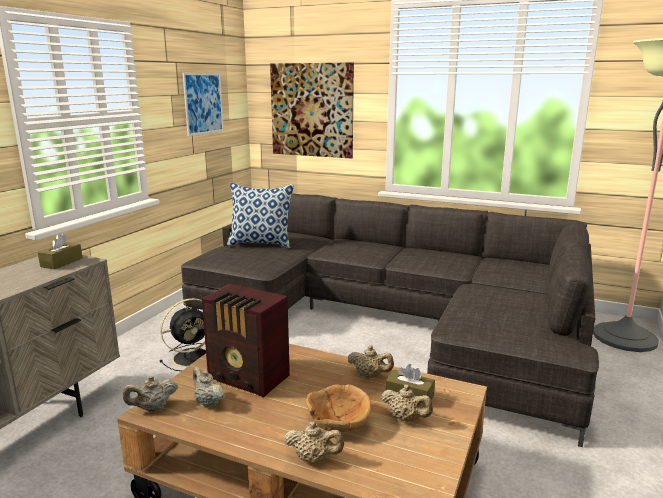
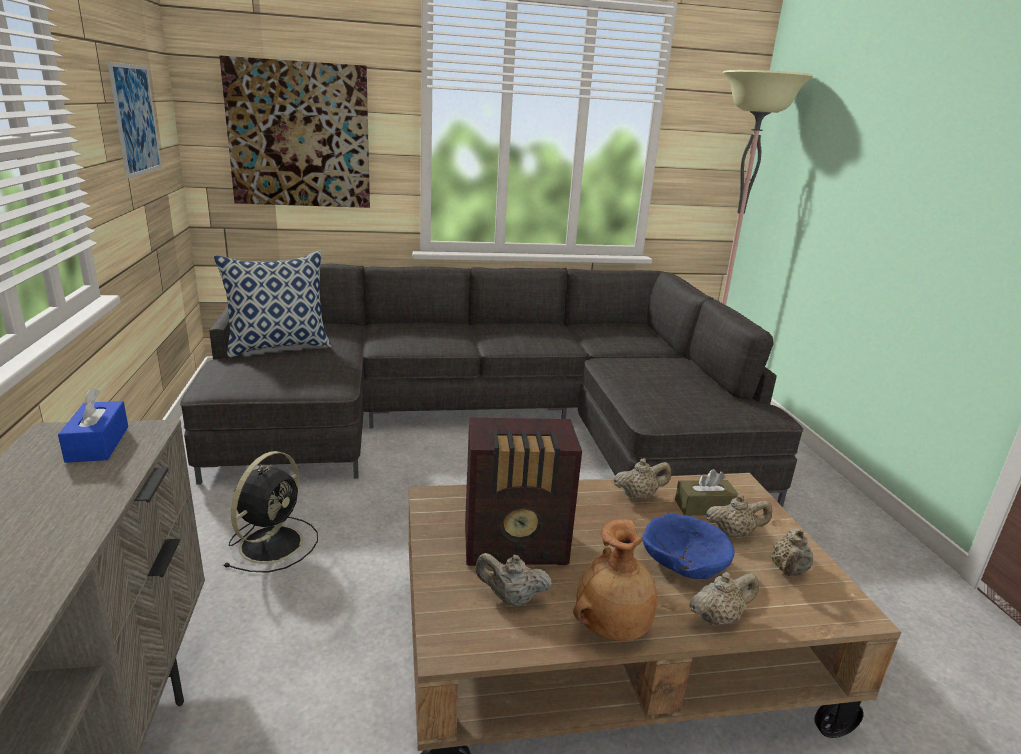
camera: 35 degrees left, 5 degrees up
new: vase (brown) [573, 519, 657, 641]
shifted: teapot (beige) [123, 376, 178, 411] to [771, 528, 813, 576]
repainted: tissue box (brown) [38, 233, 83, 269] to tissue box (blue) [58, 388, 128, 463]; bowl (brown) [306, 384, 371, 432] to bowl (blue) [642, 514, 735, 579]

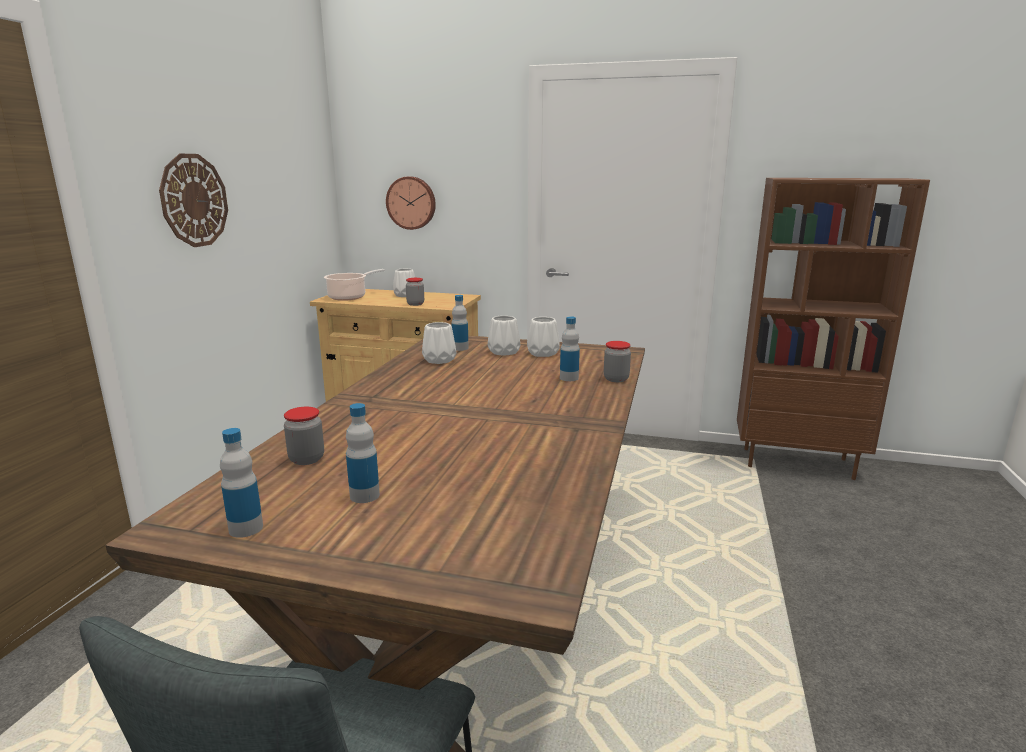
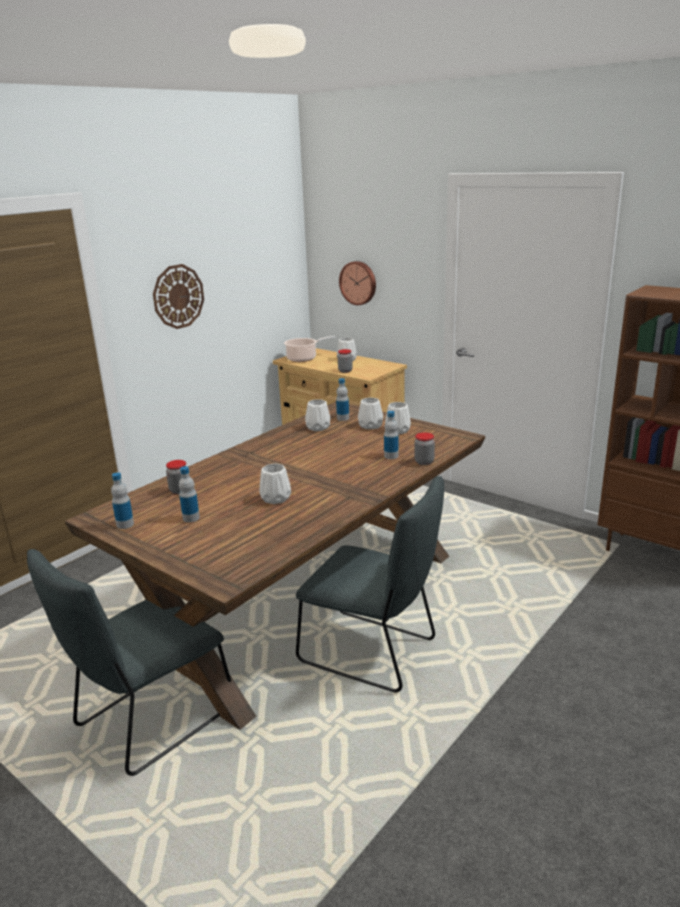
camera: 25 degrees right, 5 degrees up
new: vase (white) [259, 464, 291, 504]; chair (grey) [296, 476, 444, 692]

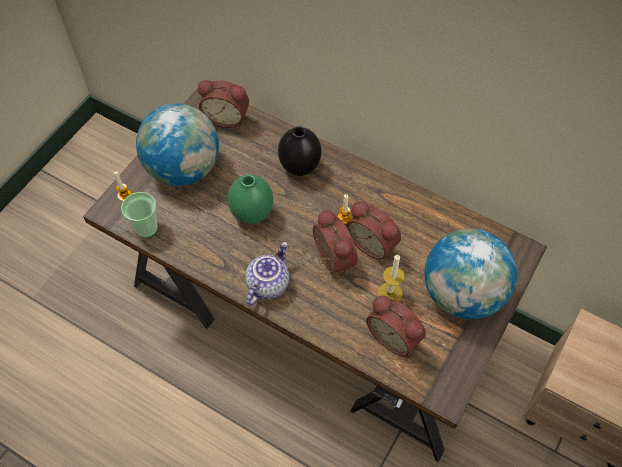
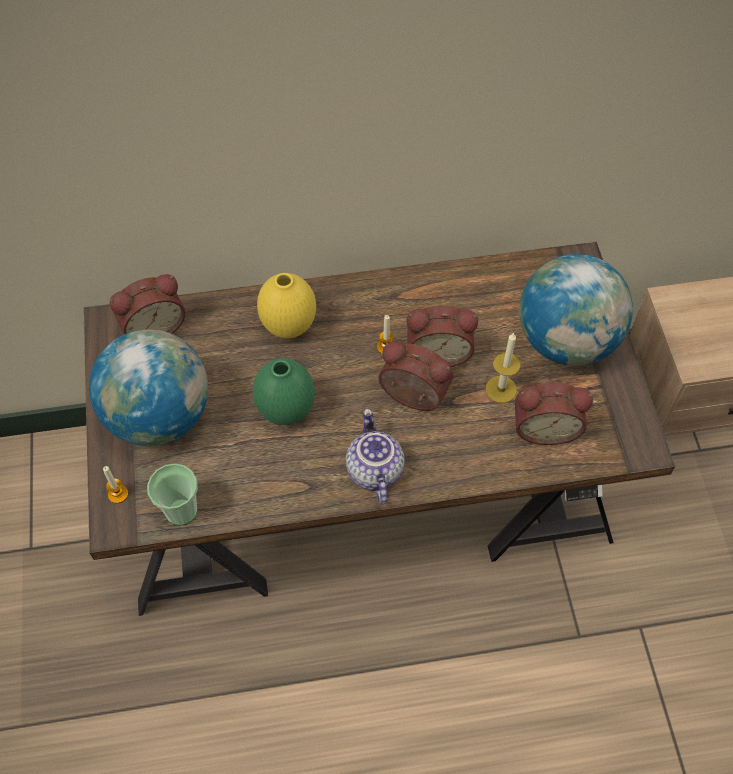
camera: 40 degrees left, 0 degrees up
repainted: vase (black) [278, 126, 321, 176] to vase (yellow) [257, 273, 316, 338]

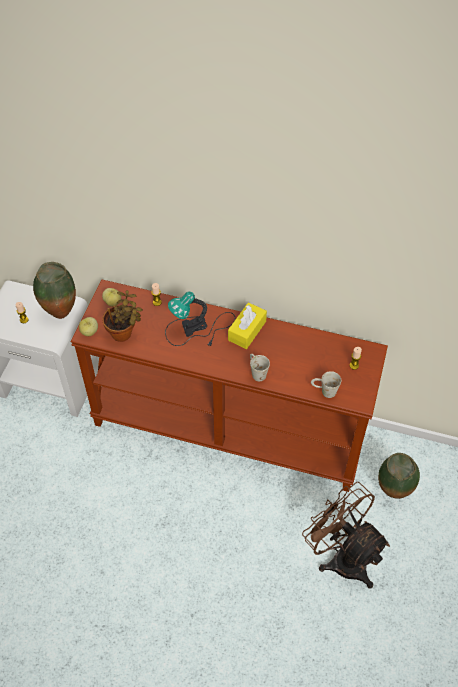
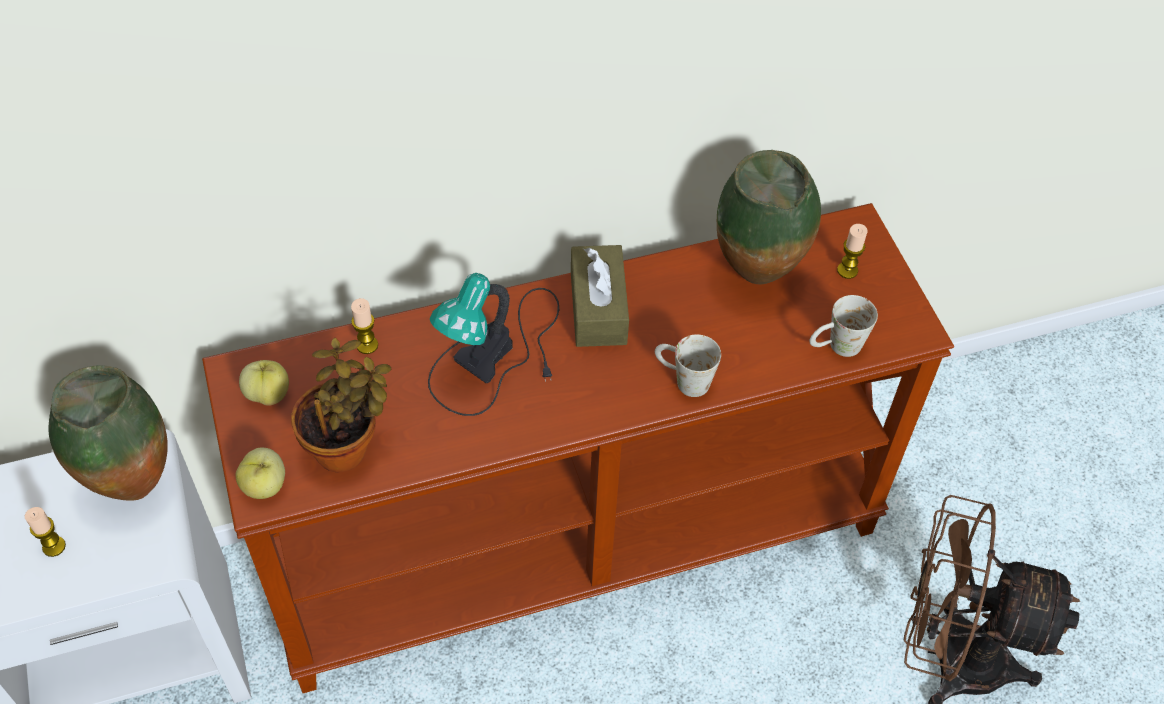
camera: 35 degrees left, 0 degrees up
shifted: vase [378, 453, 420, 499] to [717, 150, 821, 284]
repainted: tissue box (yellow) [228, 302, 267, 349] to tissue box (brown) [571, 245, 629, 347]

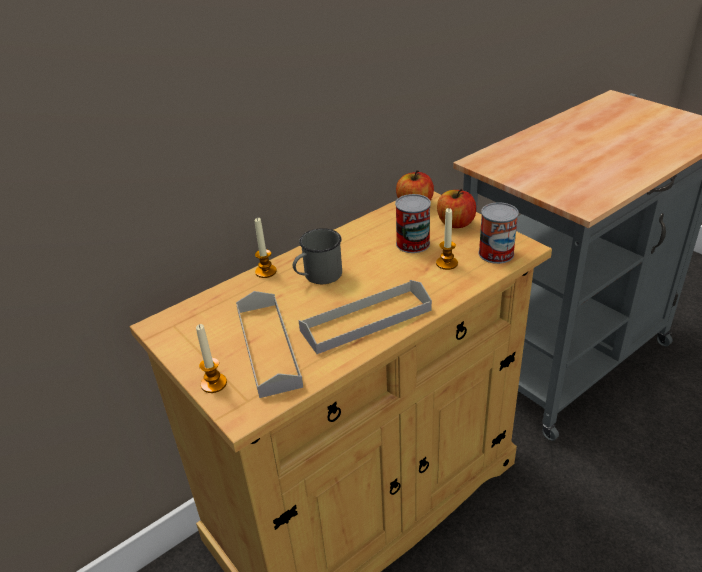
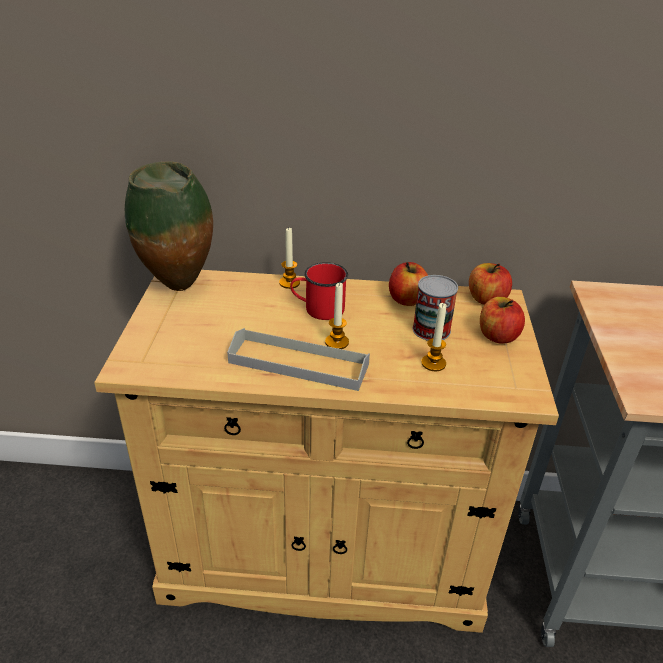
camera: 40 degrees right, 0 degrees up
gone: can [479, 202, 519, 264]; tray (grey) [236, 291, 303, 398]
new: vase [125, 161, 213, 291]; apple [389, 262, 428, 306]
shifted: candle [196, 324, 227, 393] to [325, 282, 349, 349]
repainted: mug (grey) [293, 228, 342, 284] to mug (red) [290, 262, 348, 320]

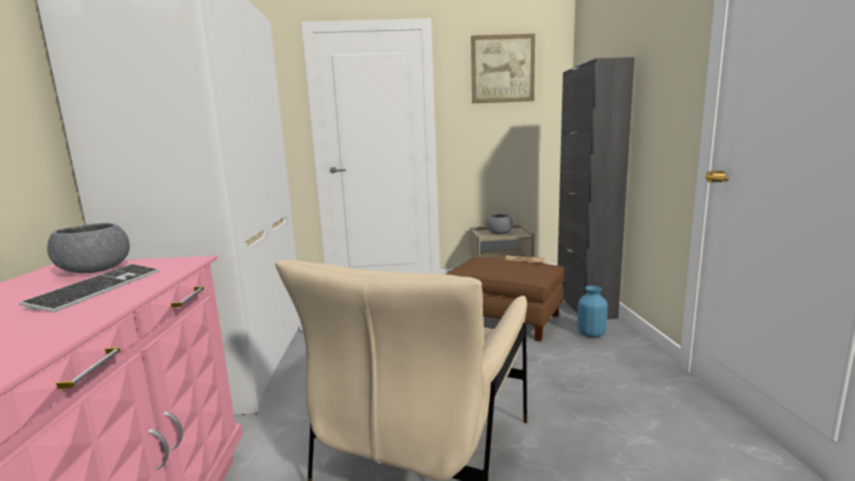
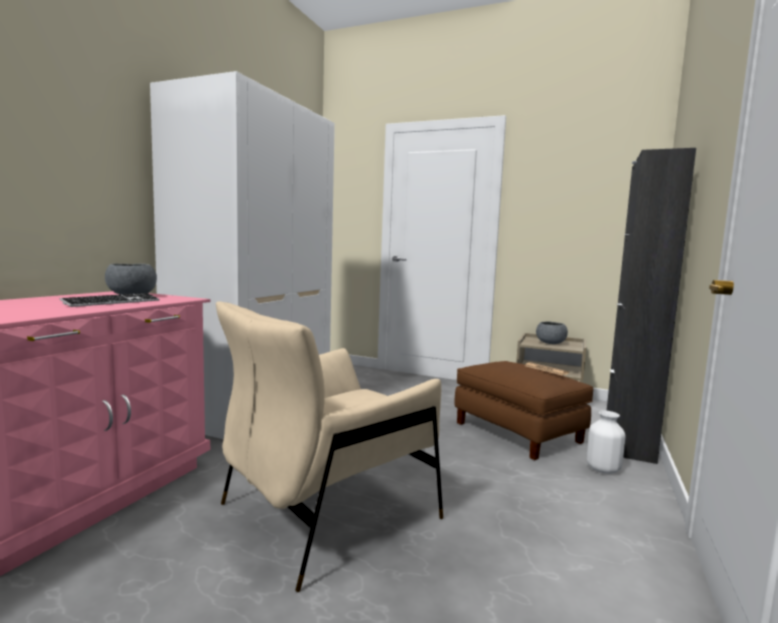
camera: 25 degrees right, 5 degrees down
gone: picture [471, 34, 535, 103]
repainted: vase (blue) [577, 286, 608, 338] to vase (white) [587, 410, 625, 474]

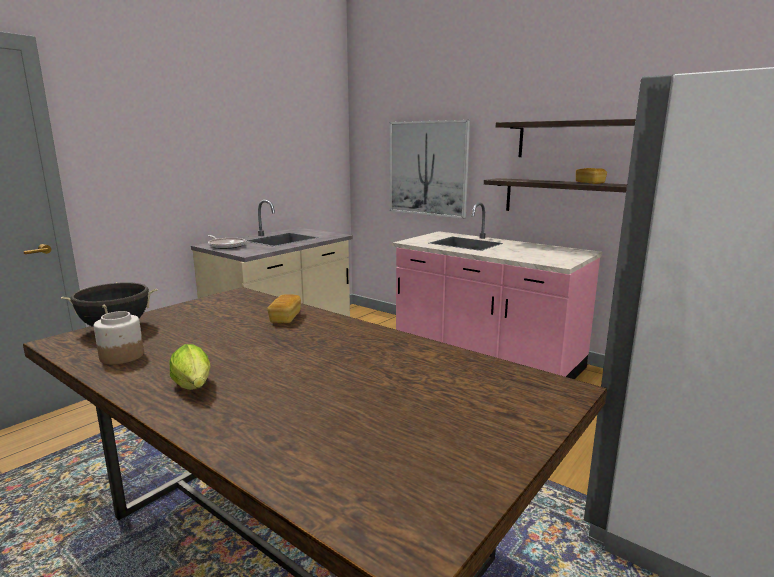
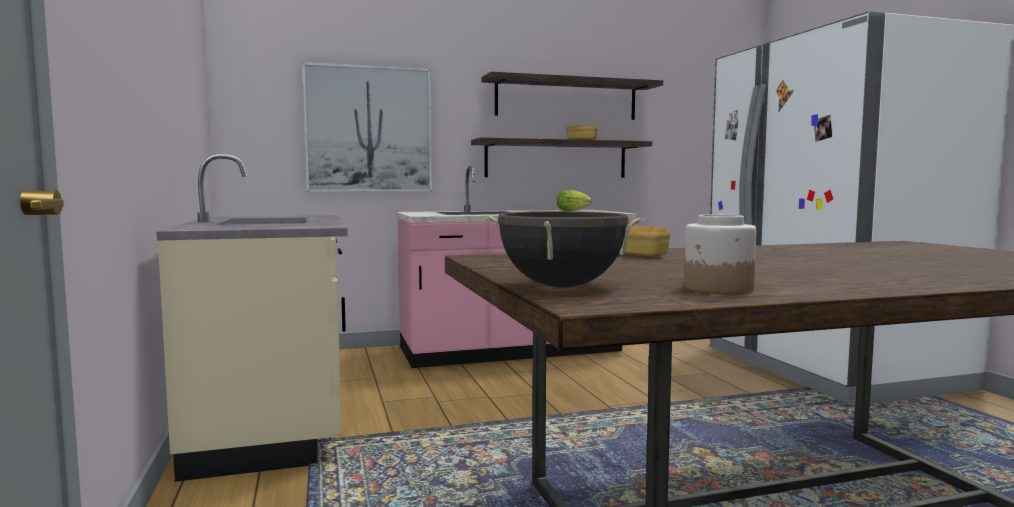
camera: 55 degrees left, 10 degrees down
gone: frying pan [208, 235, 245, 249]
shifted: lettuce [169, 344, 211, 390] to [557, 190, 592, 211]

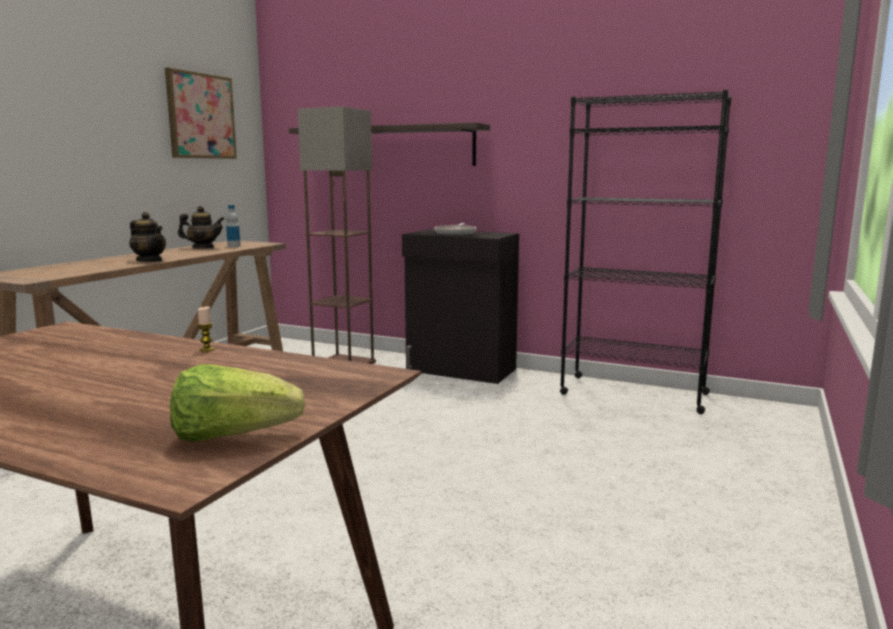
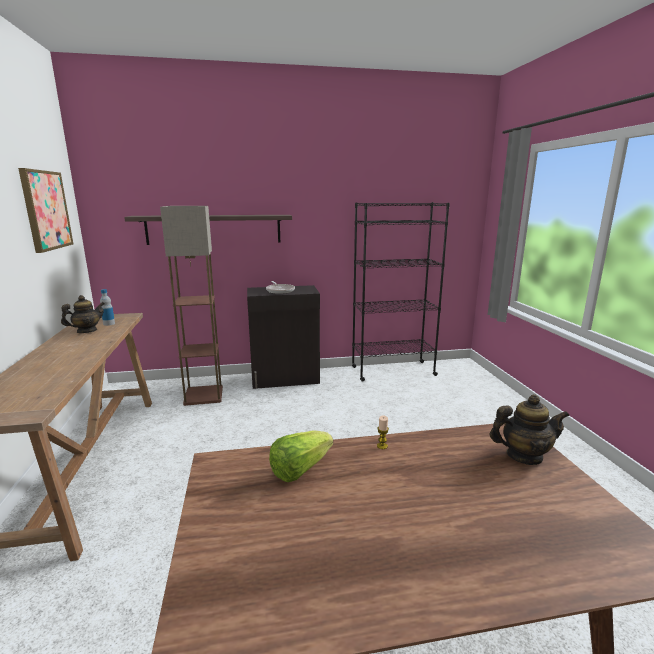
camera: 35 degrees left, 5 degrees up
shifted: teapot [129, 212, 166, 262] to [489, 394, 570, 465]; lettuce [170, 364, 305, 441] to [269, 430, 333, 482]

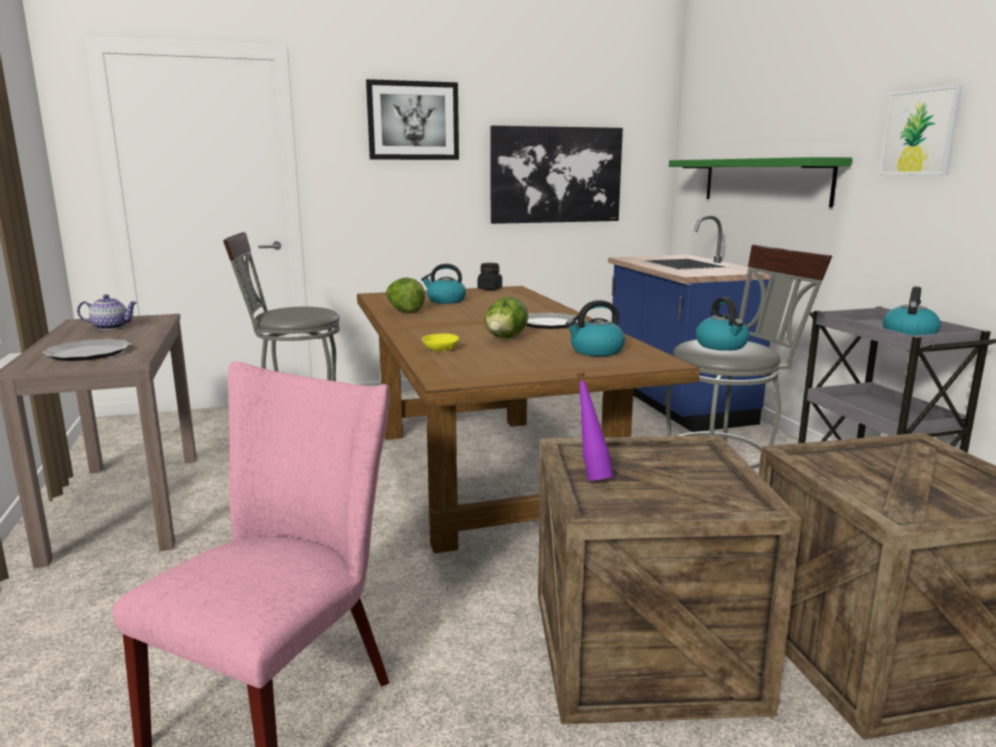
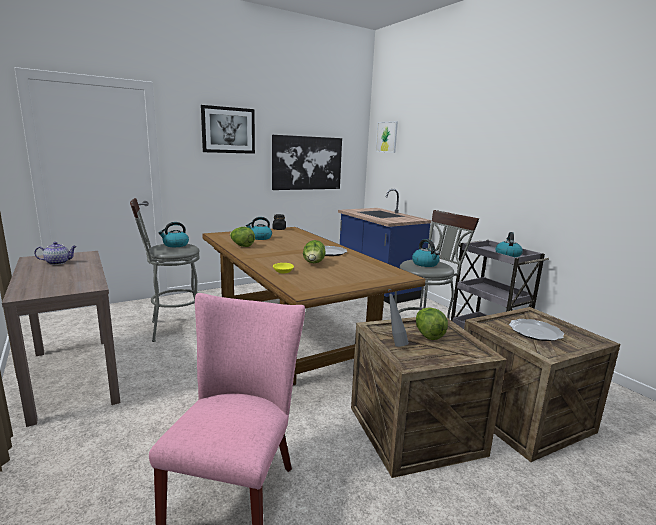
camera: 15 degrees left, 0 degrees up
gone: shelf (green) [669, 157, 852, 207]
new: lettuce [416, 307, 448, 340]
shifted: picture [879, 85, 963, 175] to [376, 121, 398, 153]; kettle [566, 300, 625, 356] to [158, 222, 189, 247]; plate [42, 339, 131, 361] to [509, 319, 564, 341]
repainted: bottle (purple) [577, 373, 614, 481] to bottle (grey) [388, 289, 409, 347]

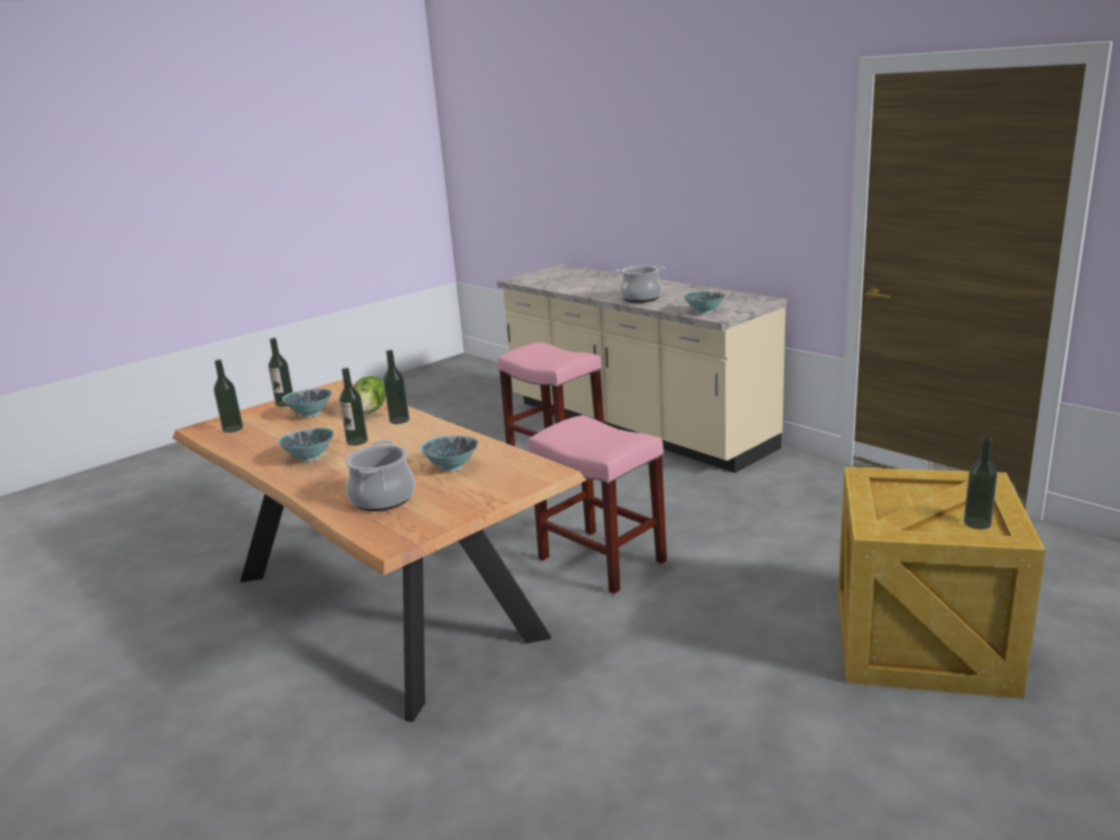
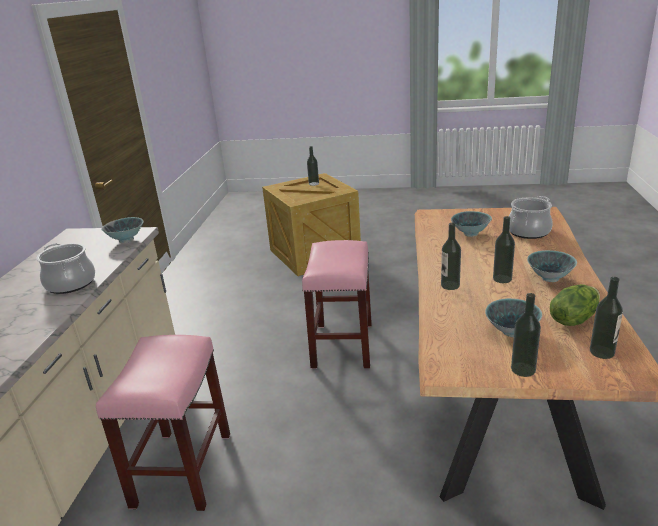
camera: 130 degrees left, 5 degrees up
shifted: lettuce [353, 376, 386, 414] to [550, 284, 600, 326]

